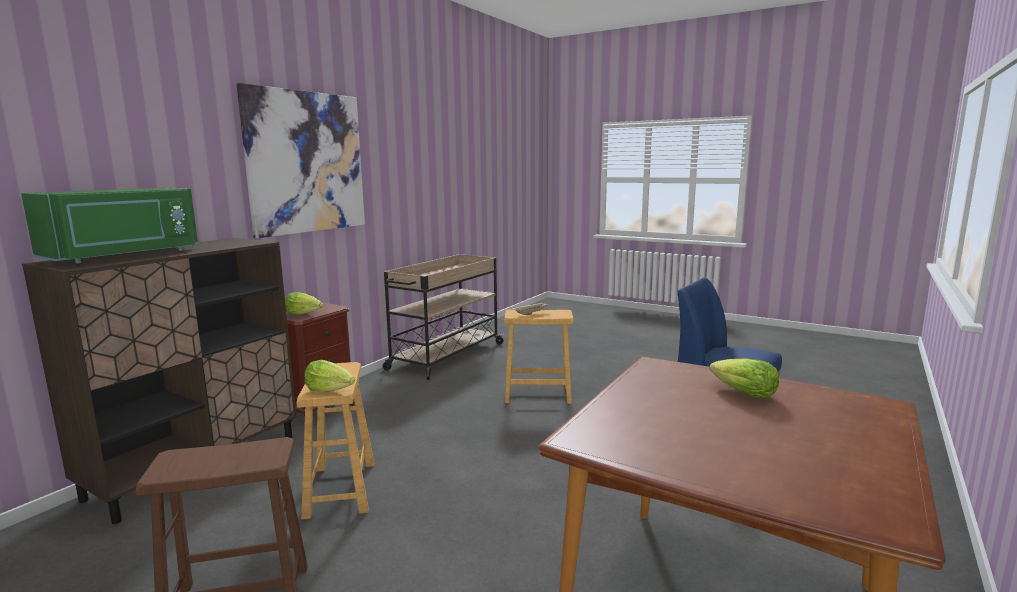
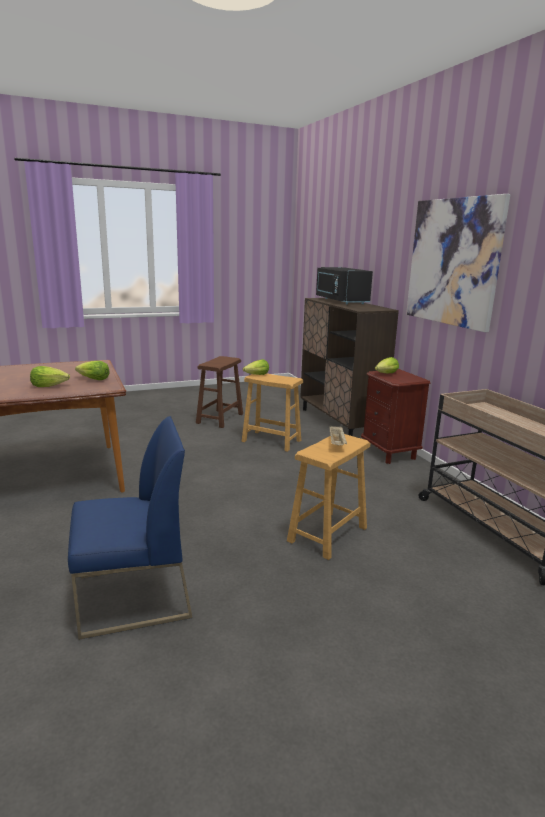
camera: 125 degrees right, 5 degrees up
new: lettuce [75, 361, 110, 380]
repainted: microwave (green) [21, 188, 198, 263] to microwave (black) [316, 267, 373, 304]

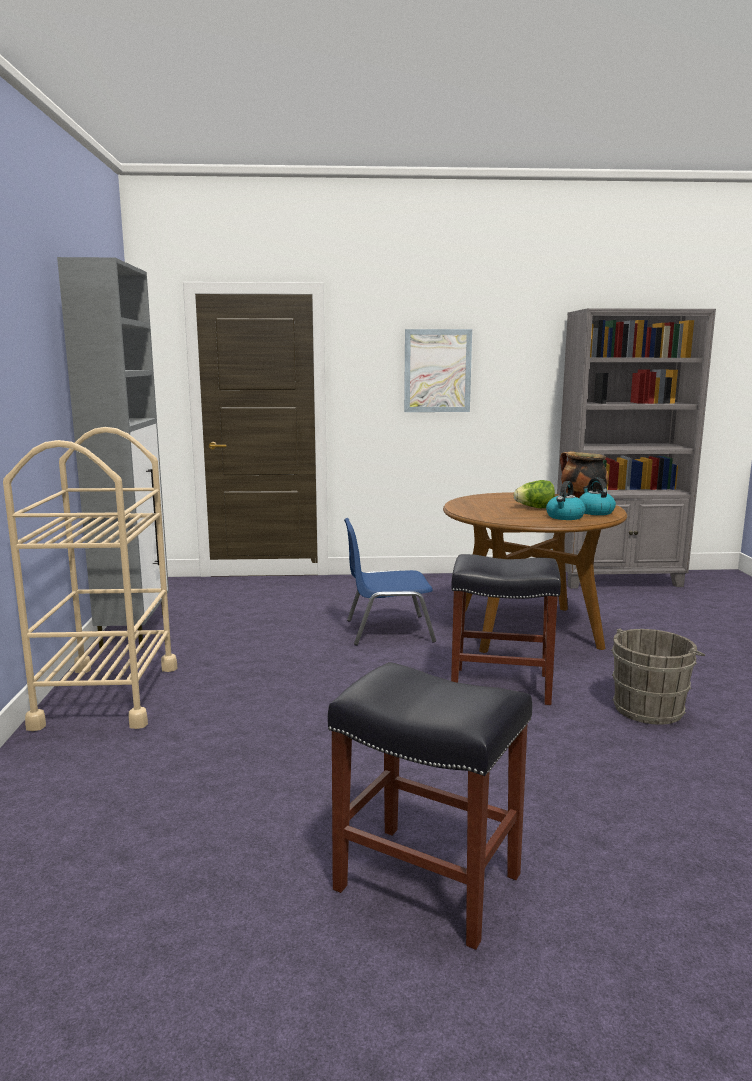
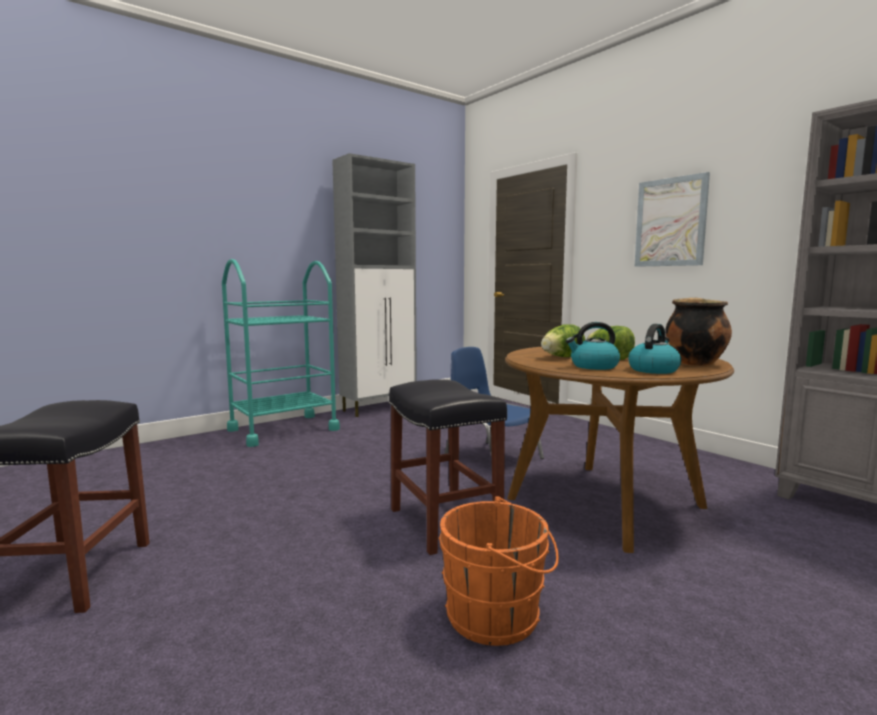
camera: 55 degrees right, 5 degrees down
new: lettuce [541, 324, 585, 357]
repainted: cart (beige) [3, 427, 177, 731] to cart (turquoise) [222, 259, 340, 447]; bucket (grey) [611, 629, 705, 725] to bucket (orange) [438, 496, 559, 646]

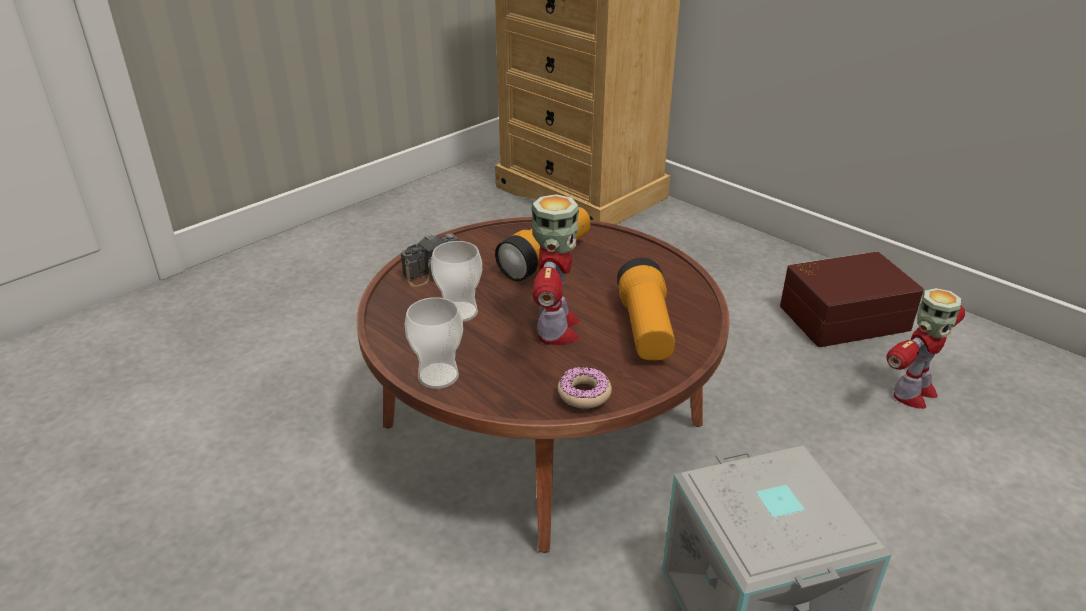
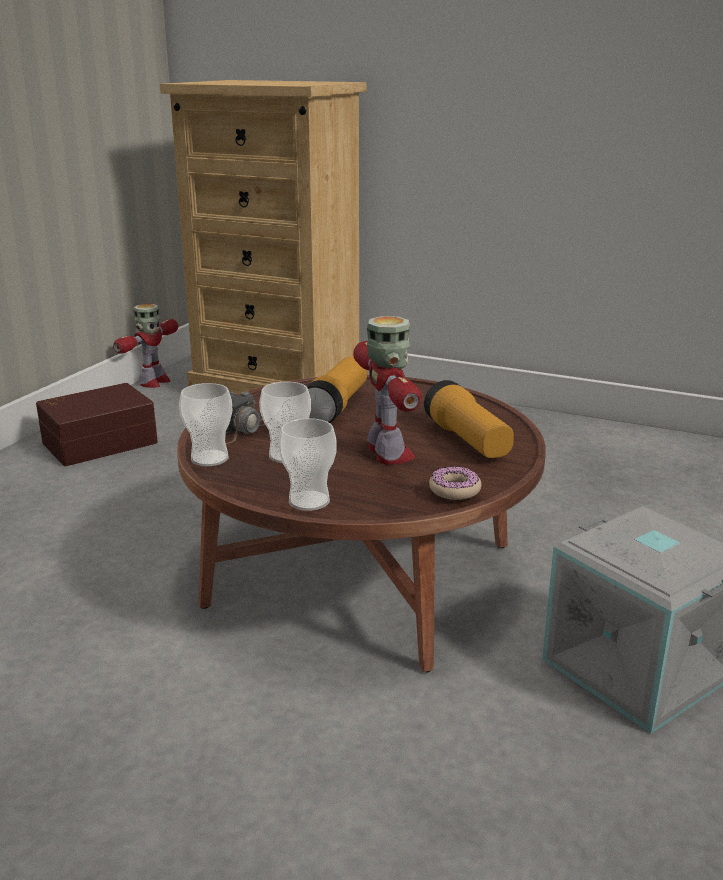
camera: 20 degrees left, 10 degrees down
new: cup [179, 383, 232, 466]
shifted: storage box (brown) [780, 252, 924, 347] to [36, 383, 158, 466]; toy robot [886, 288, 965, 409] to [113, 304, 178, 388]

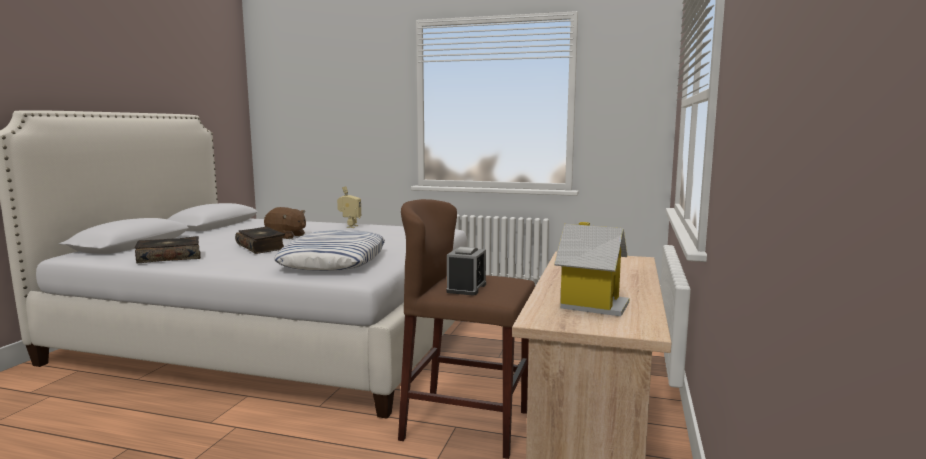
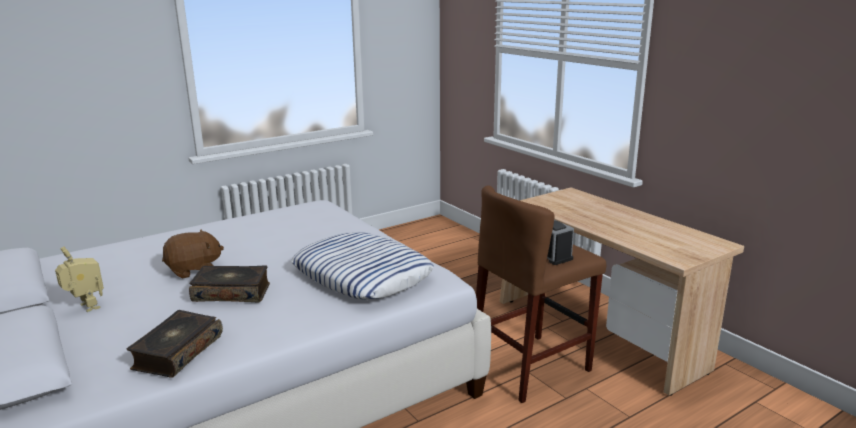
camera: 50 degrees left, 10 degrees up
gone: toy house [554, 222, 629, 316]
shifted: toy robot [337, 186, 361, 228] to [55, 247, 104, 312]

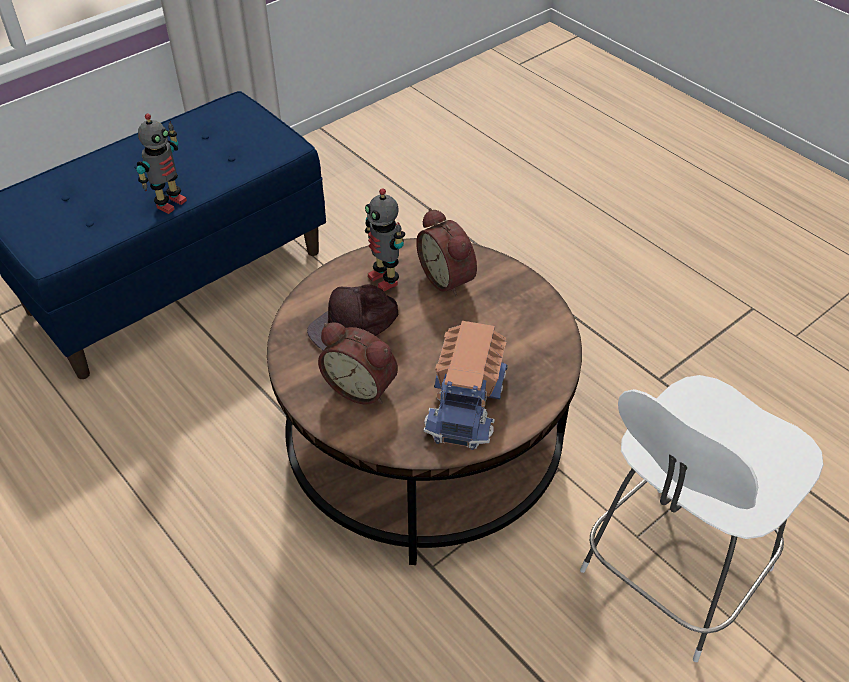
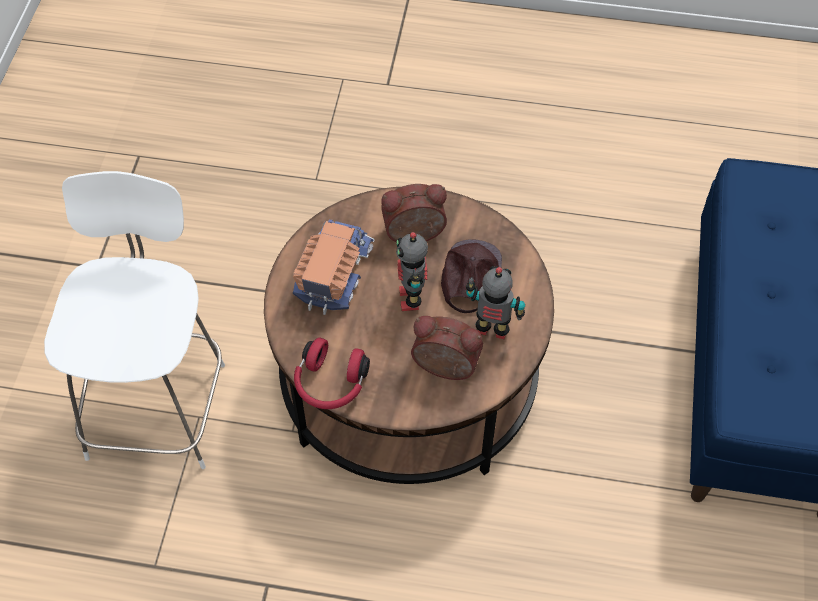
camera: 140 degrees right, 10 degrees up
new: headphones (red) [294, 338, 370, 409]
shifted: toy robot [136, 114, 187, 214] to [396, 232, 428, 311]
rotated: toy truck [424, 321, 508, 450] = [293, 219, 375, 315] 45 degrees clockwise

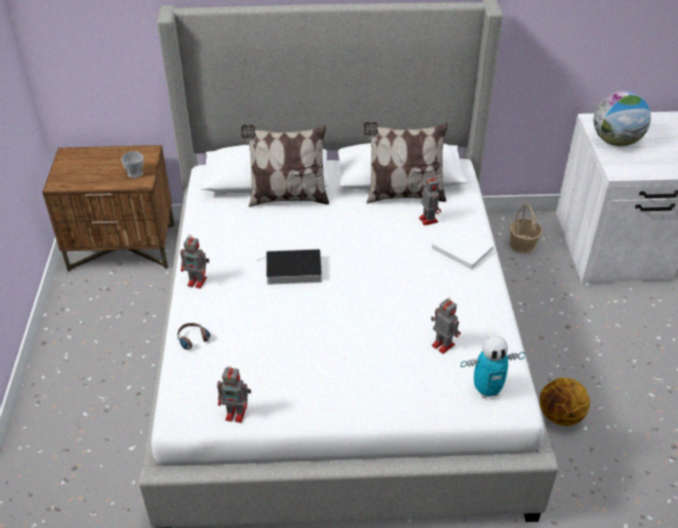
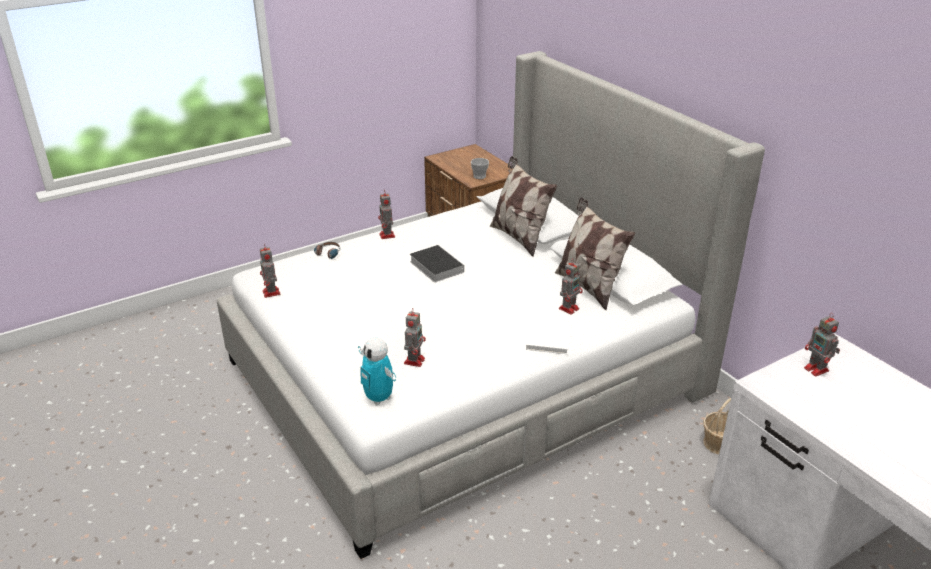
camera: 60 degrees right, 10 degrees down
gone: basketball [540, 378, 590, 426]
swapped: globe [594, 91, 651, 146] to toy robot [804, 313, 840, 376]

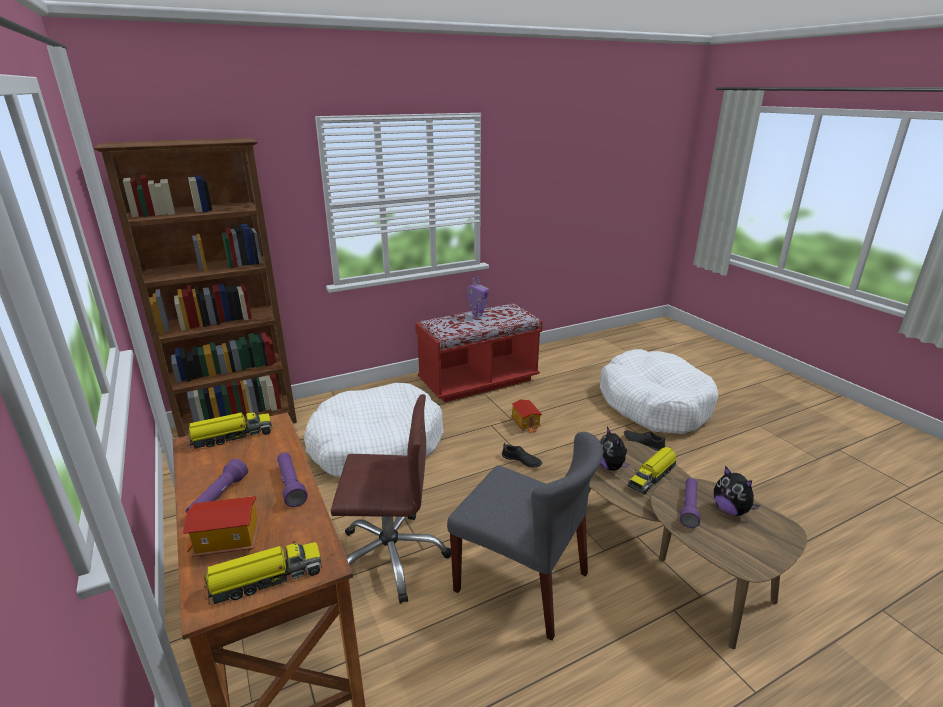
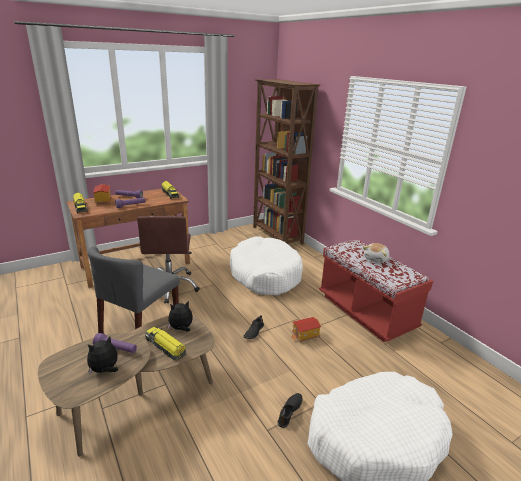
camera: 85 degrees right, 0 degrees up
swapped: toy robot [467, 276, 489, 320] to plush toy [363, 243, 389, 263]

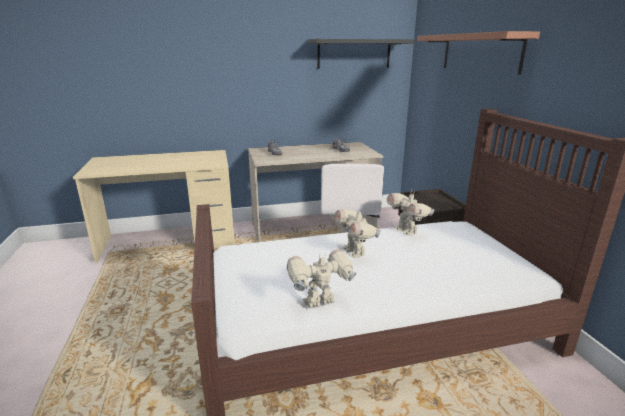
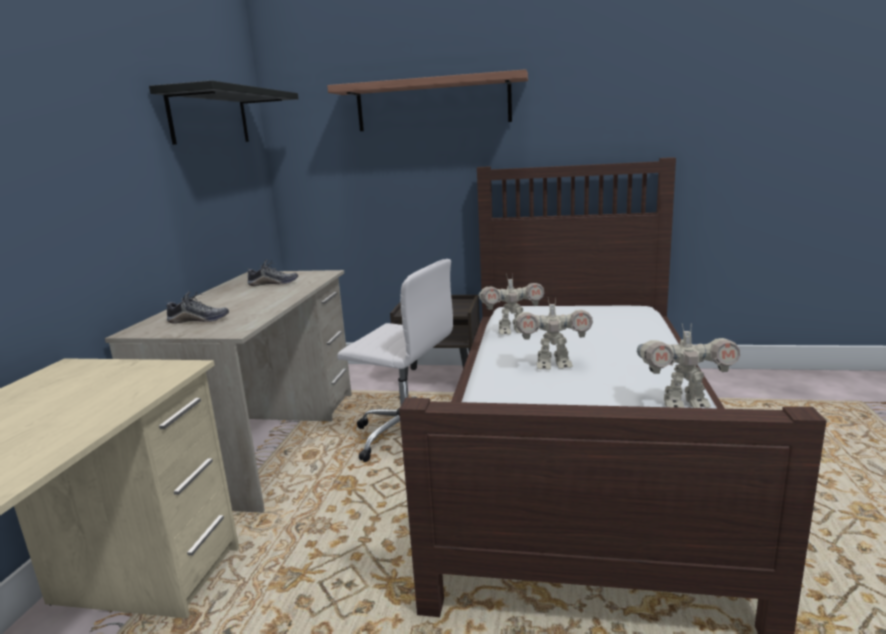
camera: 65 degrees left, 5 degrees down
rotated: toy robot [287, 249, 356, 309] = [637, 324, 740, 408] 90 degrees counterclockwise

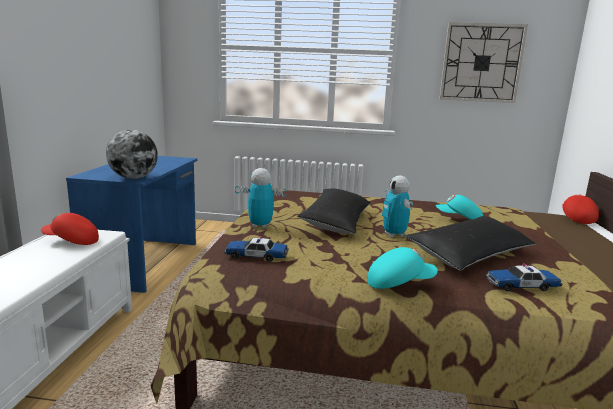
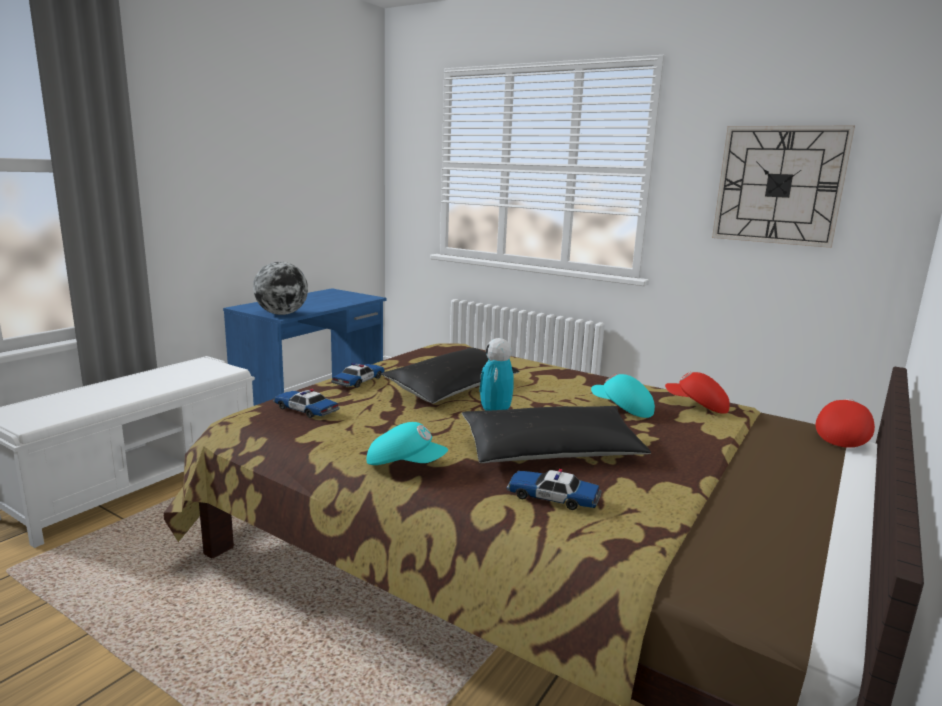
camera: 25 degrees right, 0 degrees up
shifted: cap (red) [41, 213, 99, 245] to [665, 372, 730, 414]
swapped: toy robot [235, 168, 287, 229] to toy car [331, 363, 385, 388]

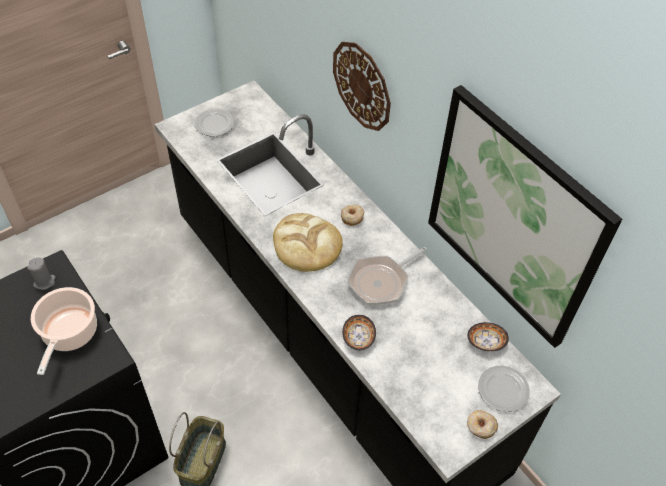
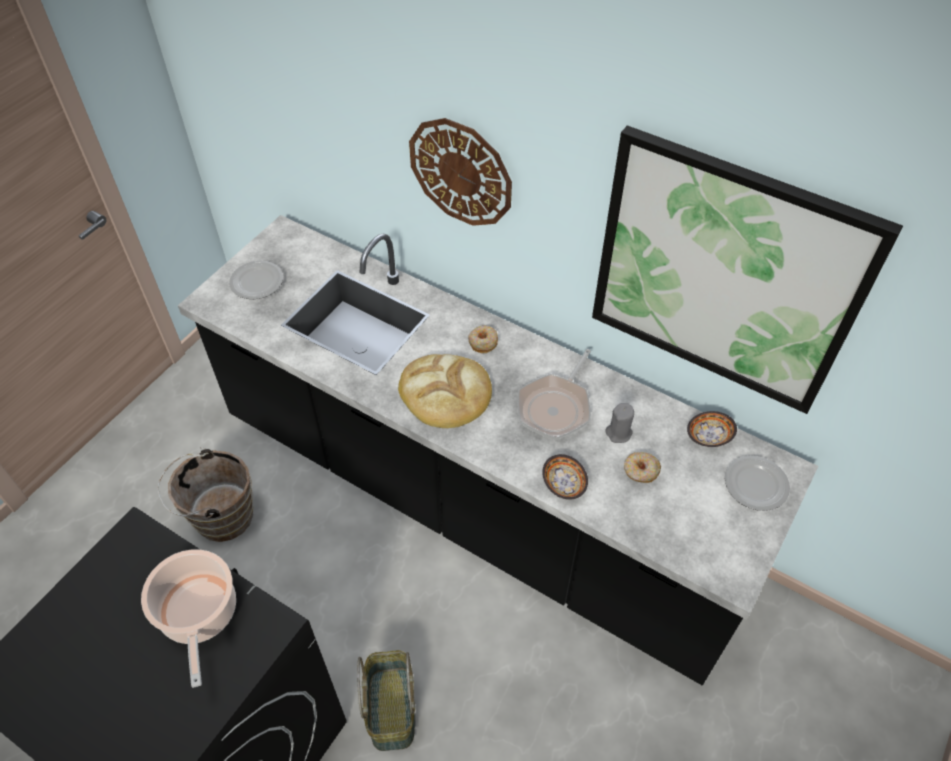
camera: 20 degrees left, 0 degrees up
new: bucket (brown) [157, 447, 253, 542]
shifted: candle (grey) [27, 258, 56, 290] to [605, 403, 634, 443]; donut [467, 410, 498, 439] to [624, 452, 661, 483]

